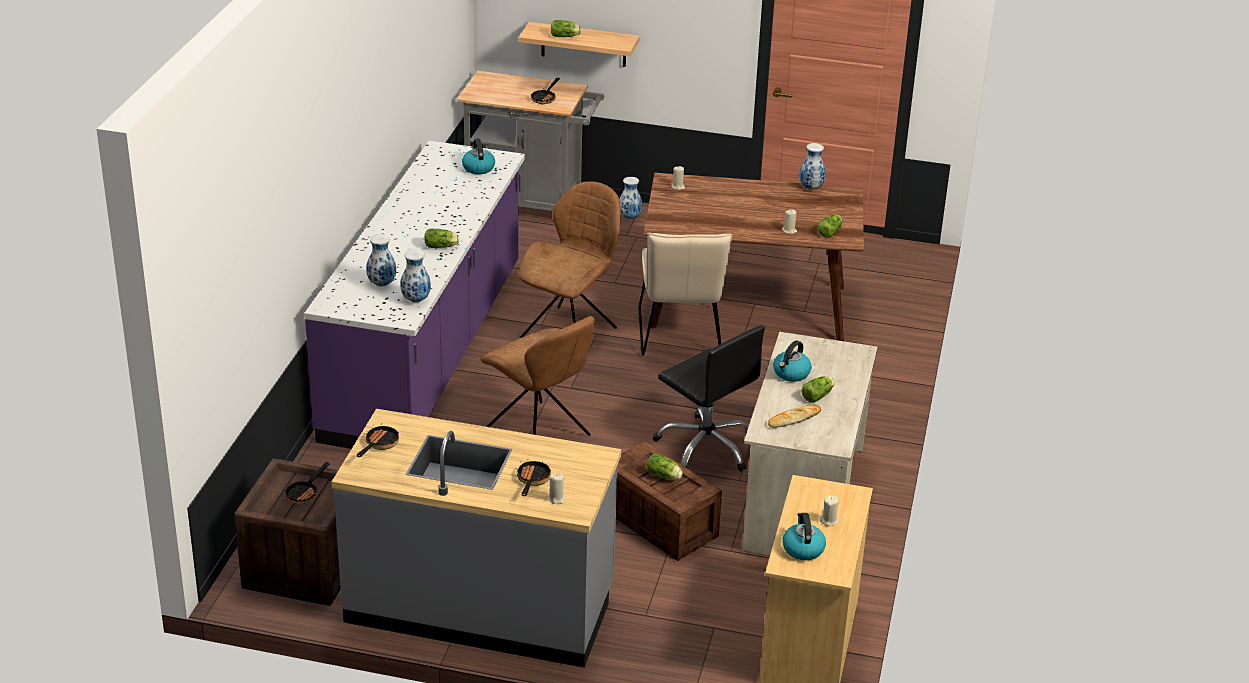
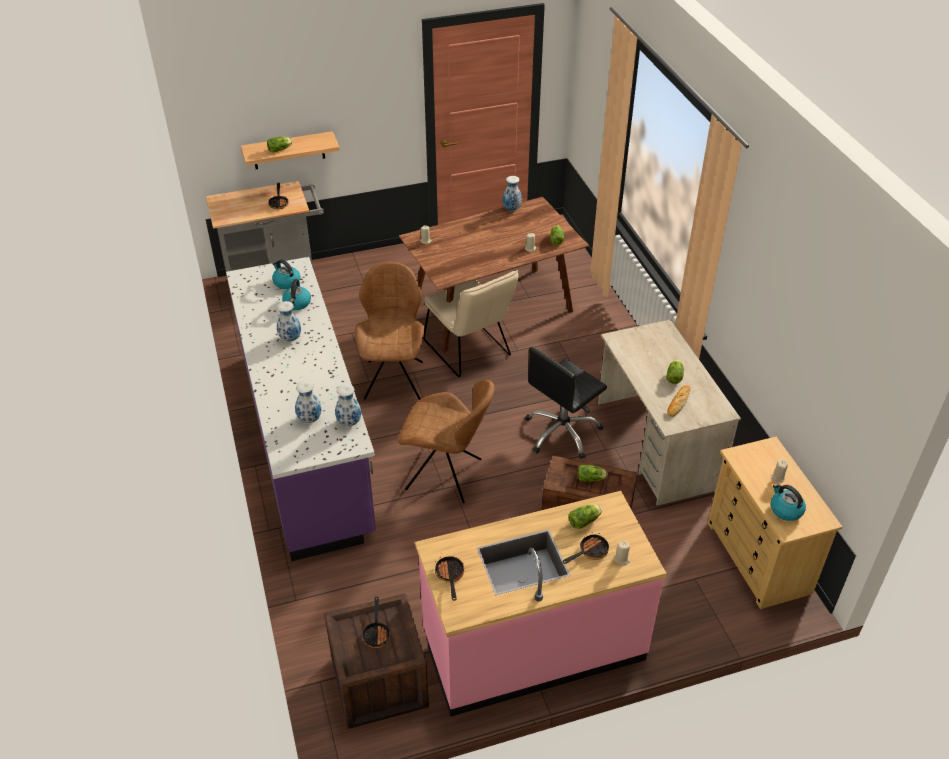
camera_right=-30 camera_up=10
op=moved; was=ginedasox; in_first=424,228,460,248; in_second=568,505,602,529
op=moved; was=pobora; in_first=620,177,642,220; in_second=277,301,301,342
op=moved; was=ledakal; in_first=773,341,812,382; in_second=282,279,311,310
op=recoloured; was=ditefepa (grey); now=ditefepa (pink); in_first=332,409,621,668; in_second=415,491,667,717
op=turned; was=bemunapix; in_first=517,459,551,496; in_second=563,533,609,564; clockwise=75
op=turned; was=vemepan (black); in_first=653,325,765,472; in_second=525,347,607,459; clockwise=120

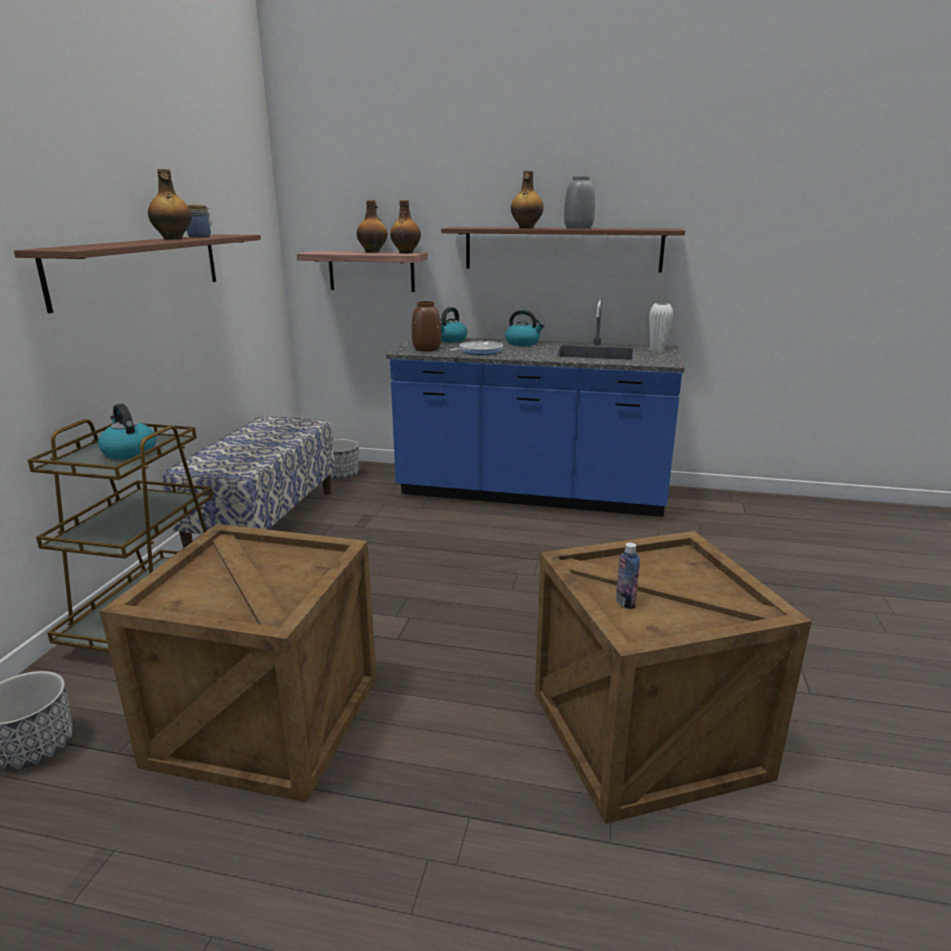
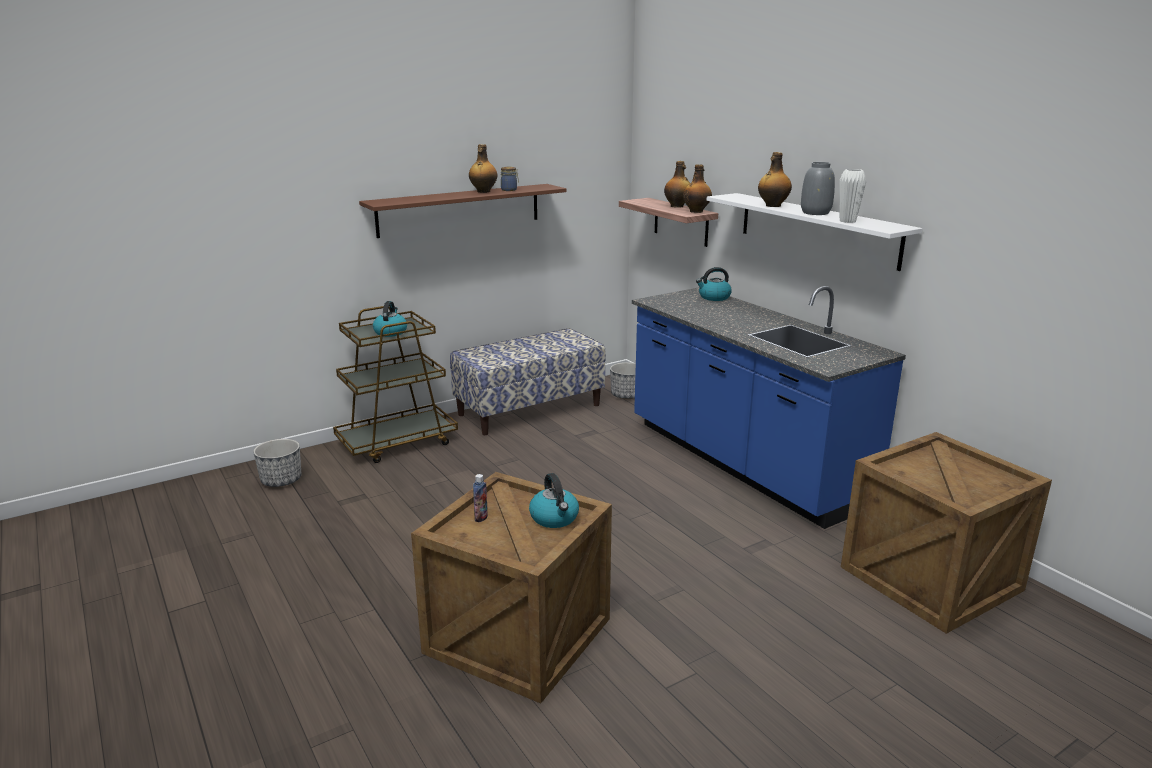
camera_right=45 camera_up=0
op=removed; was=pobora (brown); in_first=412,301,441,352
op=removed; was=bemunapix; in_first=450,341,503,355
op=moved; was=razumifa; in_first=100,524,377,802; in_second=841,432,1052,634
op=moved; was=ledakal; in_first=505,310,545,346; in_second=529,473,579,528
op=moved; was=pobora (white); in_first=649,303,673,352; in_second=839,169,866,223
op=recoloured; was=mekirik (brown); now=mekirik (white); in_first=441,227,685,272; in_second=707,193,923,271

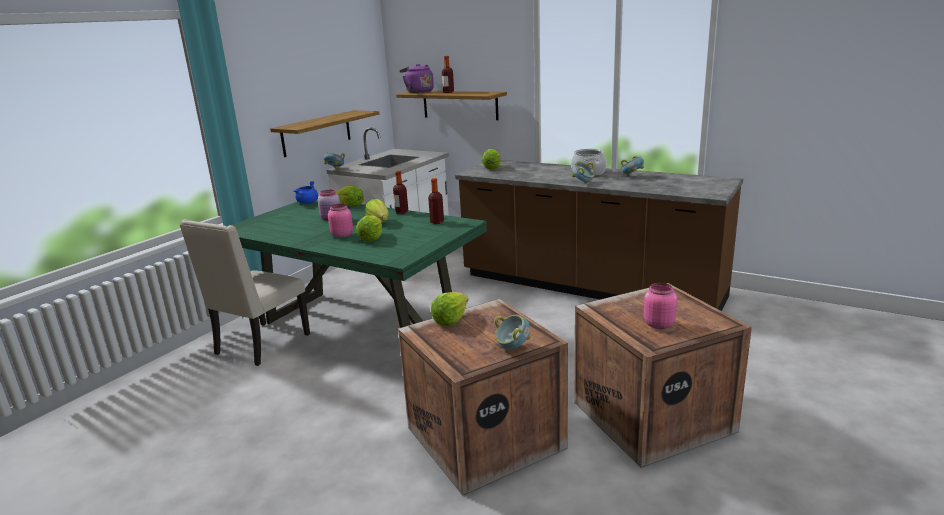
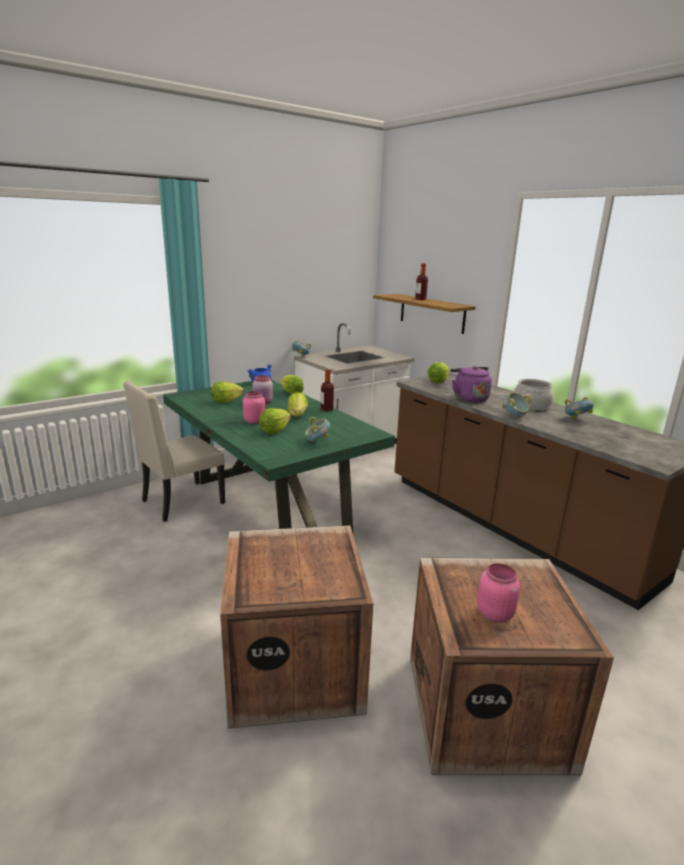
camera_right=20 camera_up=0
op=removed; was=mekirik; in_first=270,110,379,157
op=removed; was=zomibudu; in_first=428,178,444,224
op=moved; was=ledakal (purple); in_first=399,64,434,93; in_second=450,366,492,403
op=moved; was=ginedasox; in_first=431,292,468,326; in_second=211,381,243,403
op=moved; was=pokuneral; in_first=494,315,531,350; in_second=305,417,330,442

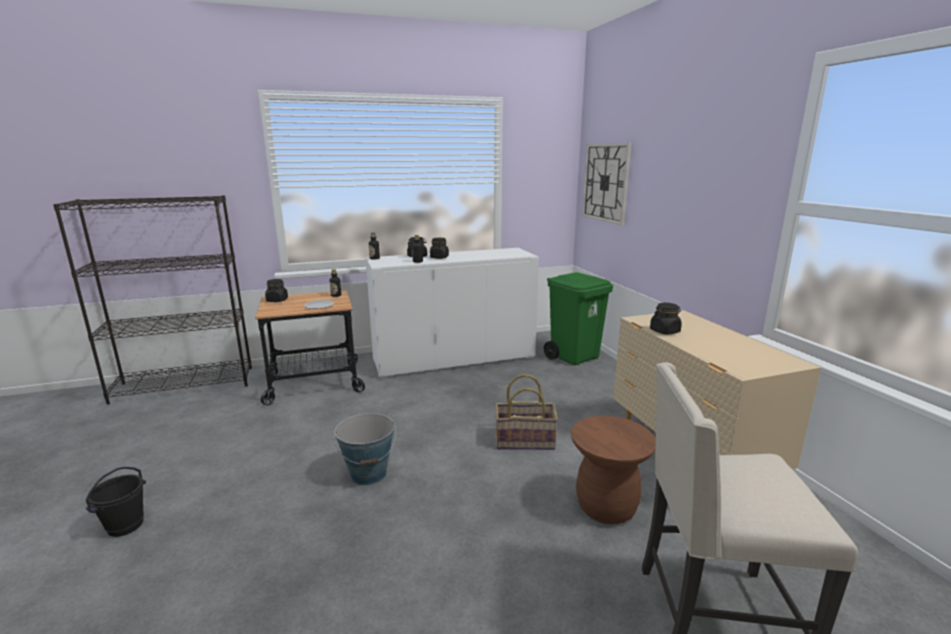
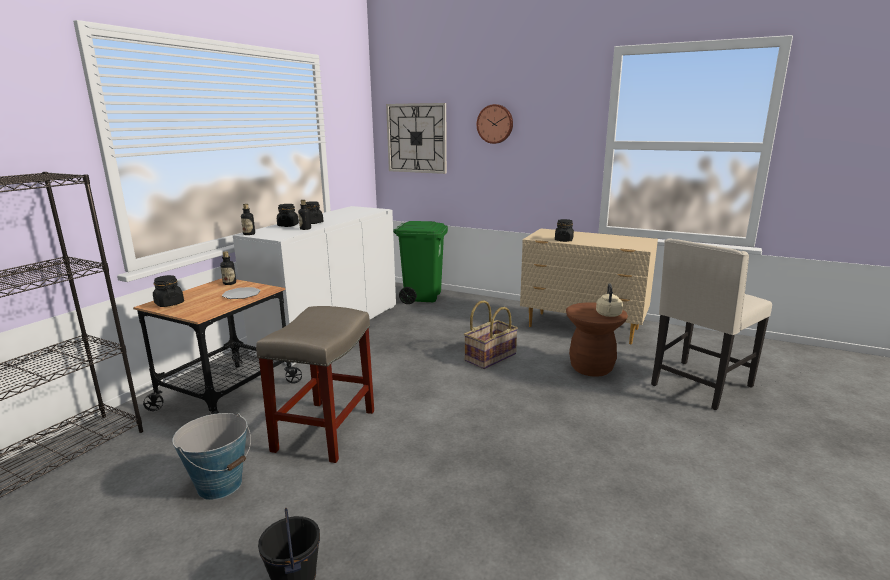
camera_right=-45 camera_up=0
op=added; now=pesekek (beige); in_second=256,306,374,463
op=added; now=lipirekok; in_second=477,104,513,144
op=added; now=ledakal (beige); in_second=596,283,623,317
op=moved; was=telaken; in_first=334,413,396,486; in_second=172,412,251,500

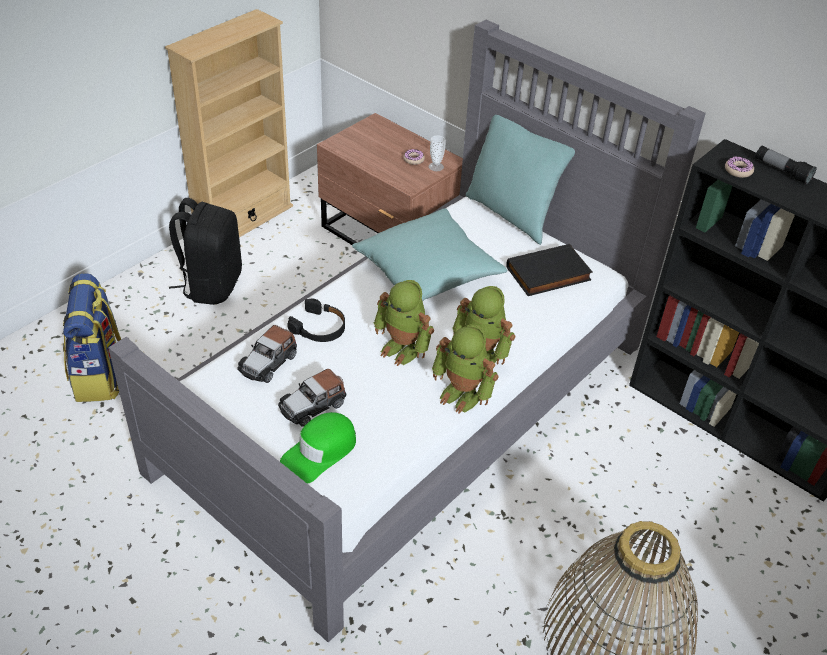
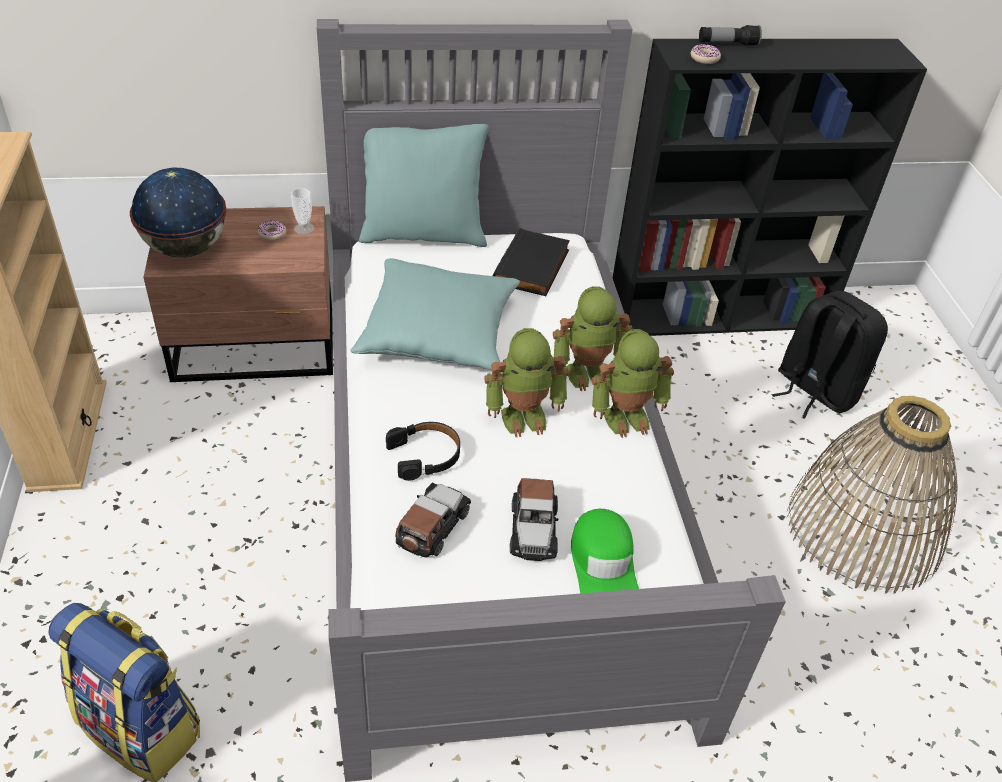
camera_right=-50 camera_up=0
op=added; now=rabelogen; in_second=130,168,227,258
op=moved; was=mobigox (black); in_first=169,198,242,305; in_second=772,291,888,419
op=turned; was=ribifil; in_first=237,325,297,383; in_second=396,483,471,558; clockwise=-135

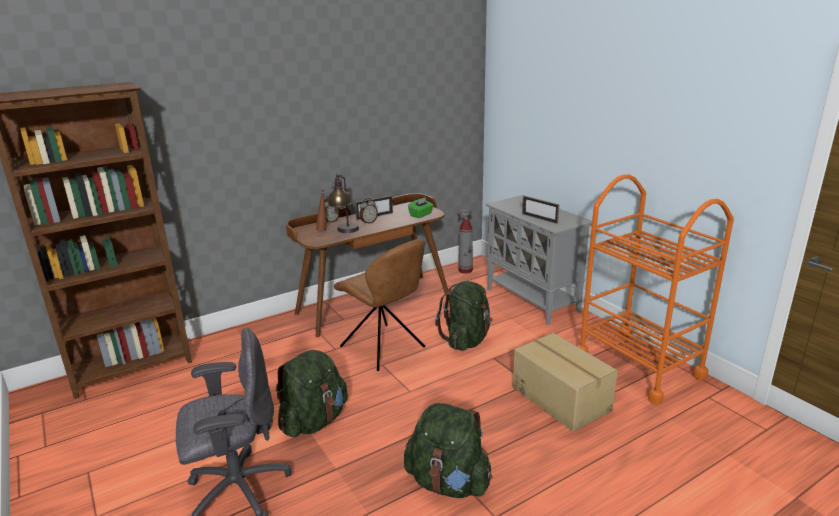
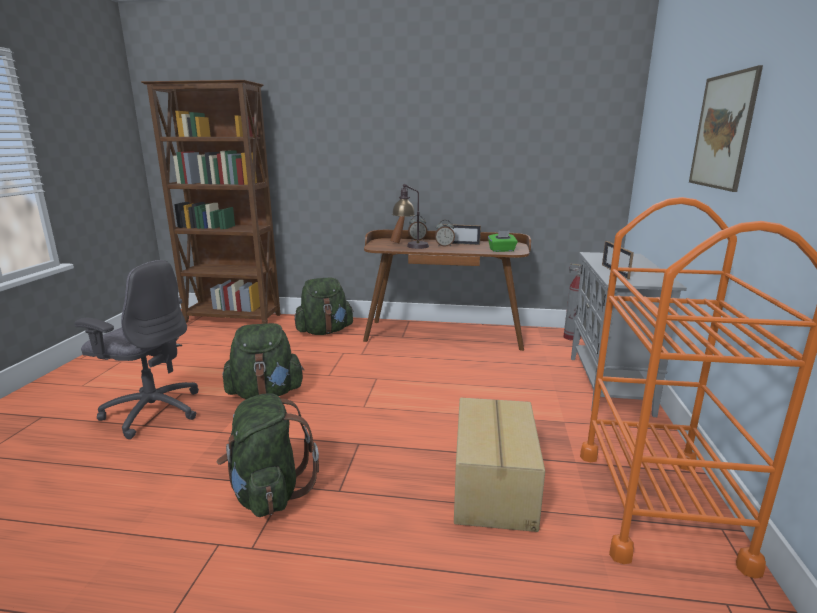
camera_right=40 camera_up=-5
op=removed; was=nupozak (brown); in_first=334,239,425,371
op=added; now=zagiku; in_second=689,65,763,192
op=moved; was=mobigox (green); in_first=435,281,493,351; in_second=295,278,354,335

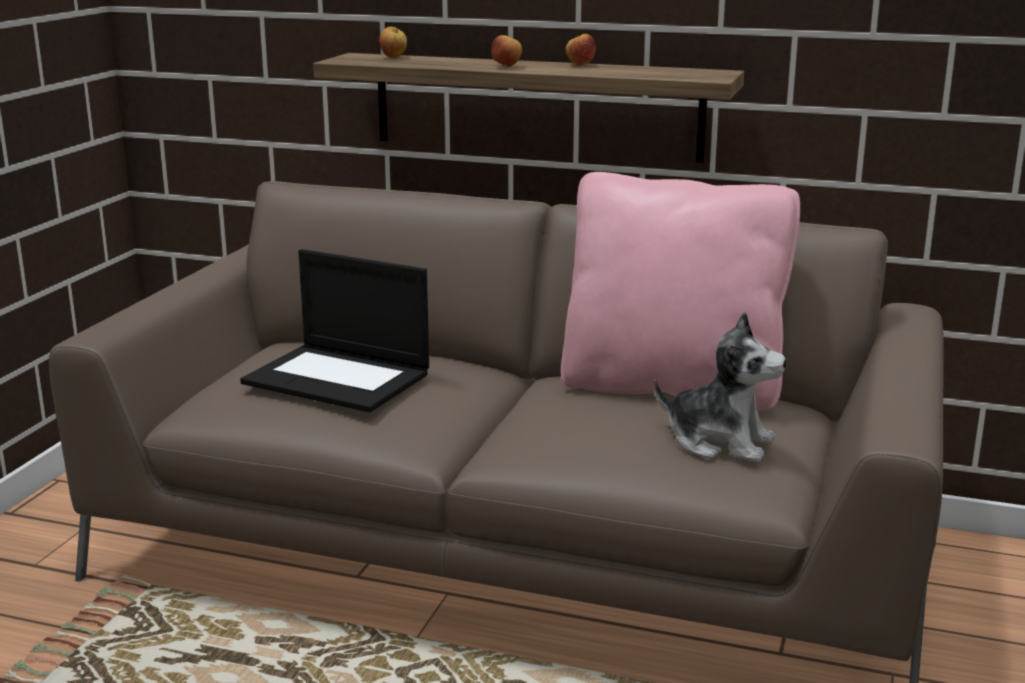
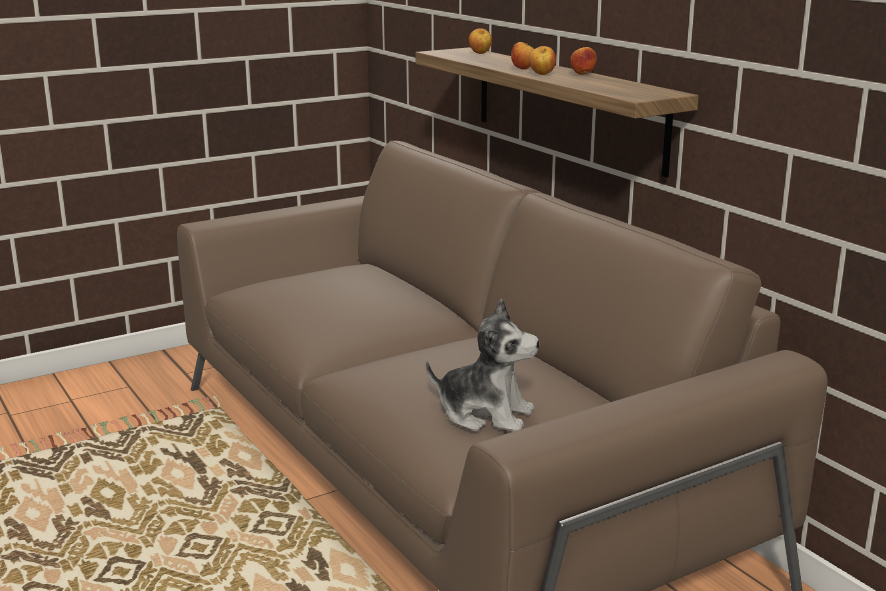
camera_right=40 camera_up=0
op=removed; was=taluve; in_first=240,249,429,412
op=removed; was=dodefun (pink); in_first=561,172,800,411
op=added; now=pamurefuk; in_second=529,46,556,75
op=turned; was=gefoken; in_first=654,312,786,462; in_second=426,299,540,432; clockwise=-45

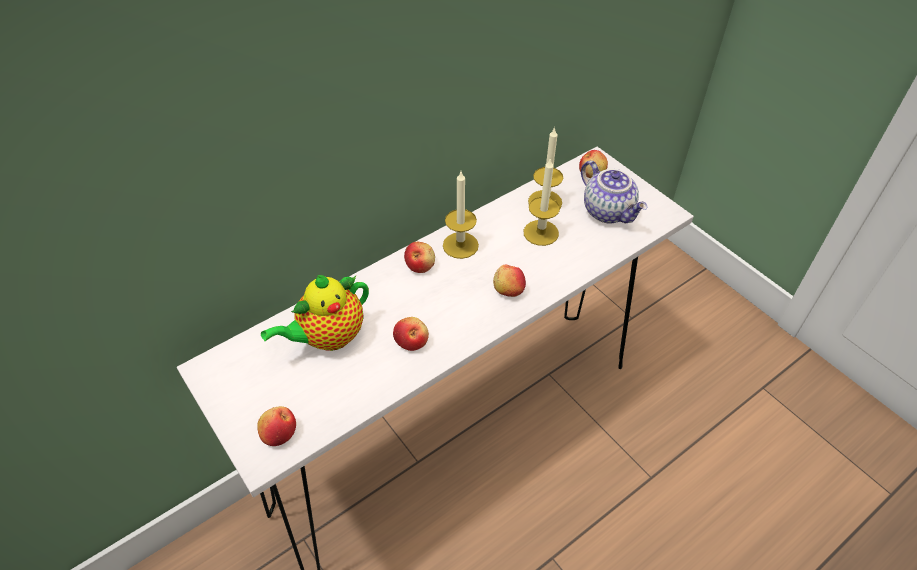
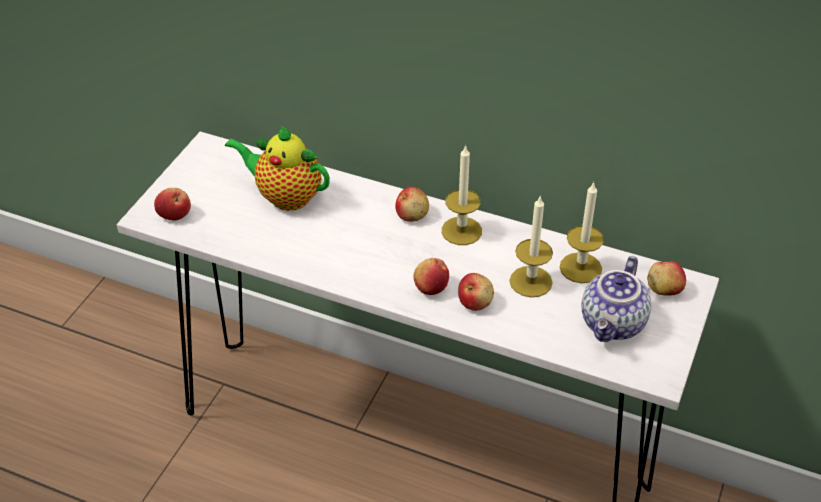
camera_right=60 camera_up=-5
op=moved; was=pamurefuk; in_first=393,317,429,351; in_second=458,273,494,311

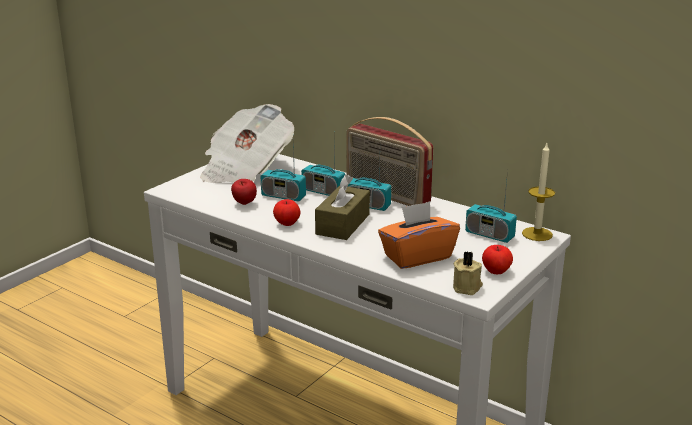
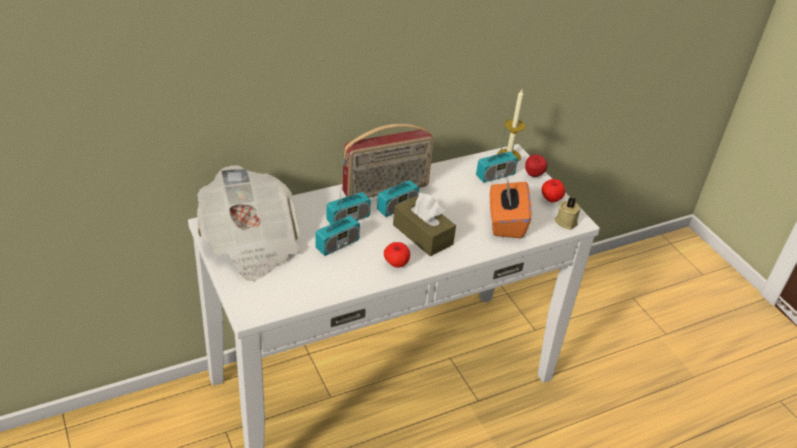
camera_right=-65 camera_up=15
op=moved; was=pamurefuk; in_first=231,179,257,205; in_second=525,154,548,177

